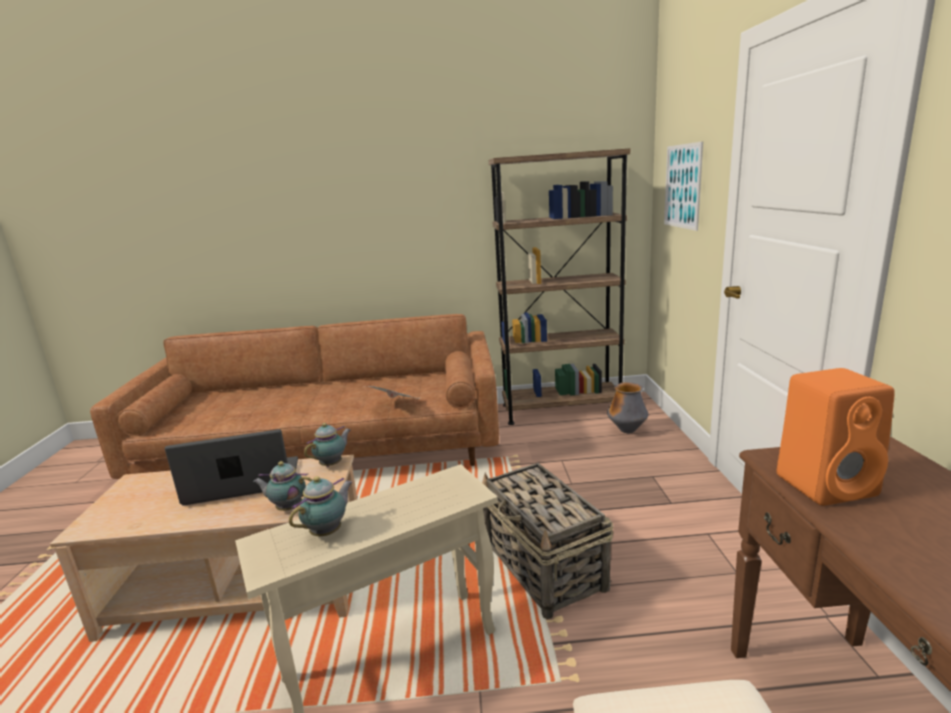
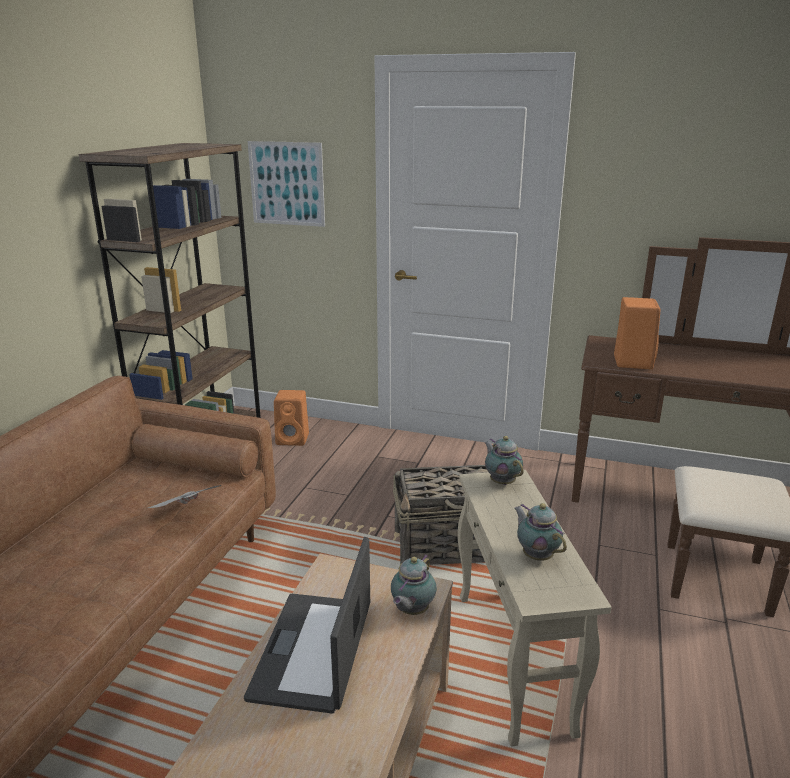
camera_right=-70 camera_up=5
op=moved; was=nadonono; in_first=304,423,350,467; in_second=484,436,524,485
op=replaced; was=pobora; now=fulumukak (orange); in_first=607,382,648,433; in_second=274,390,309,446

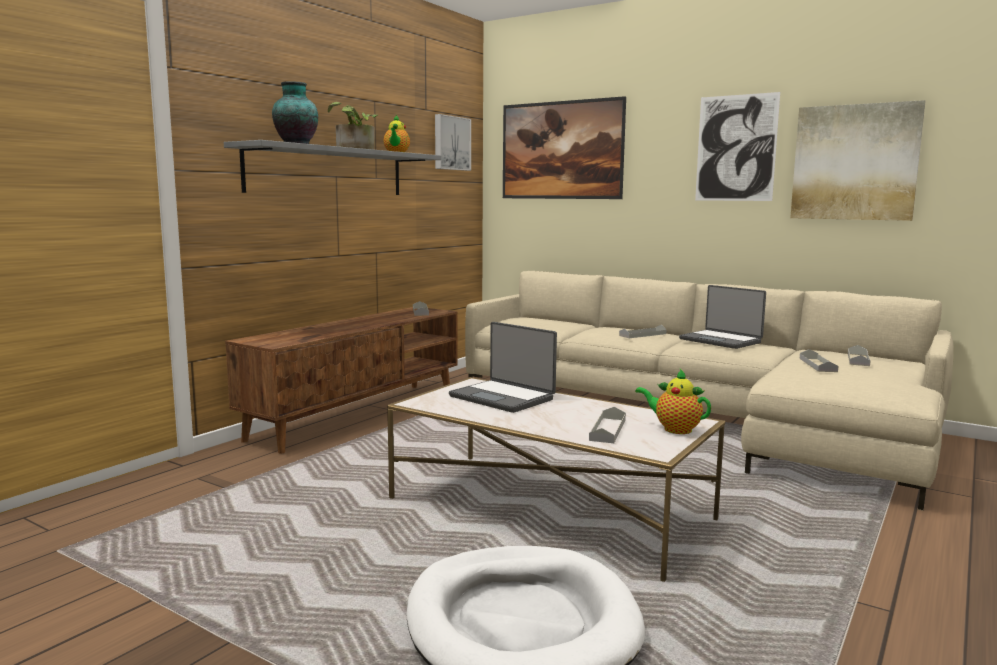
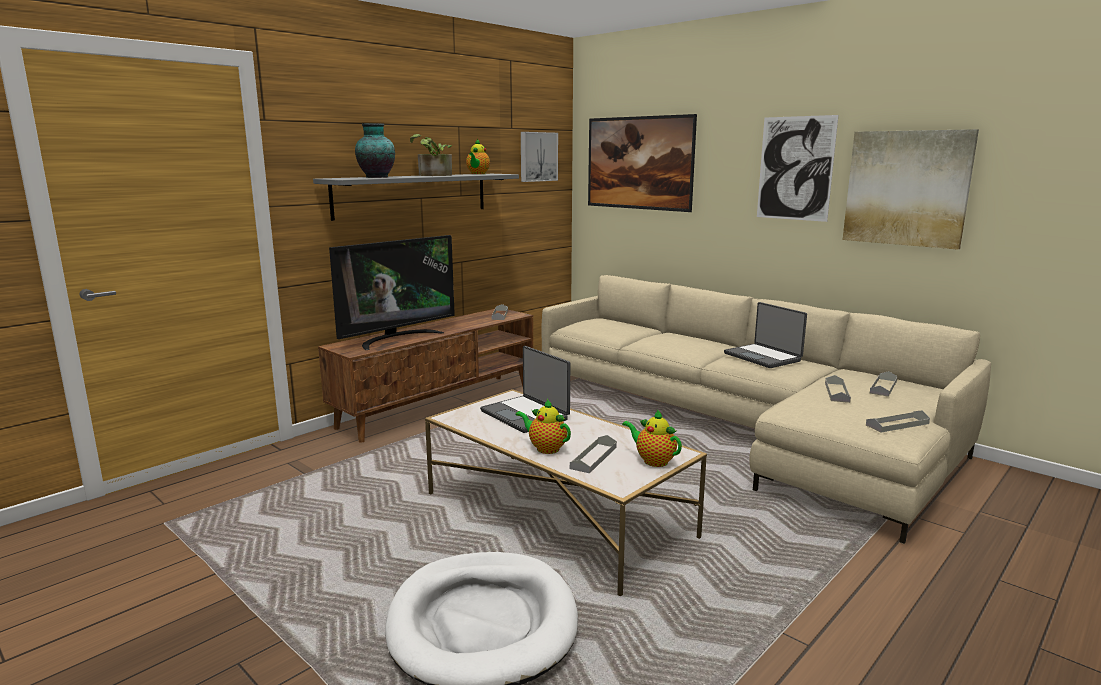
camera_right=10 camera_up=5
op=added; now=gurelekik; in_second=329,235,455,350
op=added; now=nadonono; in_second=515,399,571,454
op=moved; was=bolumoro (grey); in_first=619,325,666,338; in_second=866,410,930,432

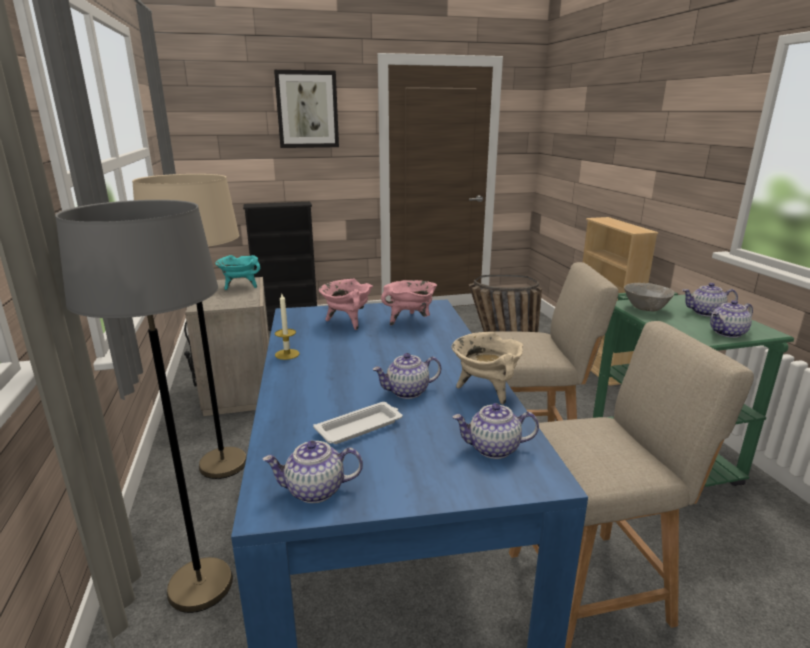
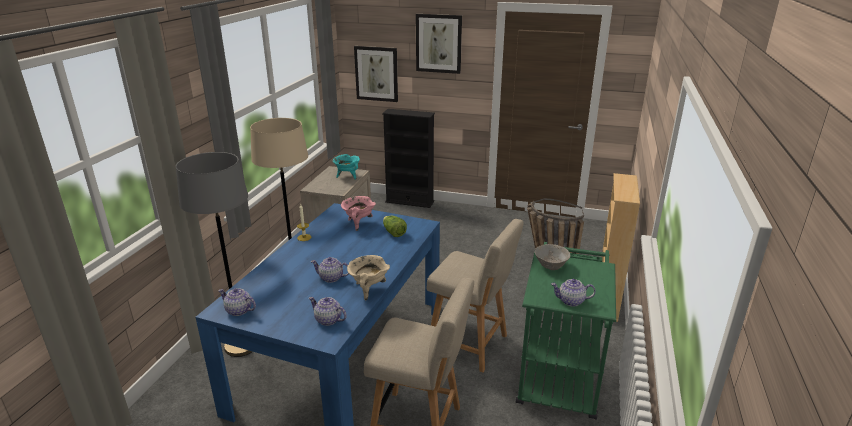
camera_right=30 camera_up=5
op=removed; was=bolumoro (white); in_first=313,402,403,444
op=removed; was=nadonono; in_first=683,283,738,317
op=added; now=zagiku; in_second=354,46,398,102
op=replaced; was=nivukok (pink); now=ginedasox; in_first=381,280,437,326; in_second=383,216,407,237

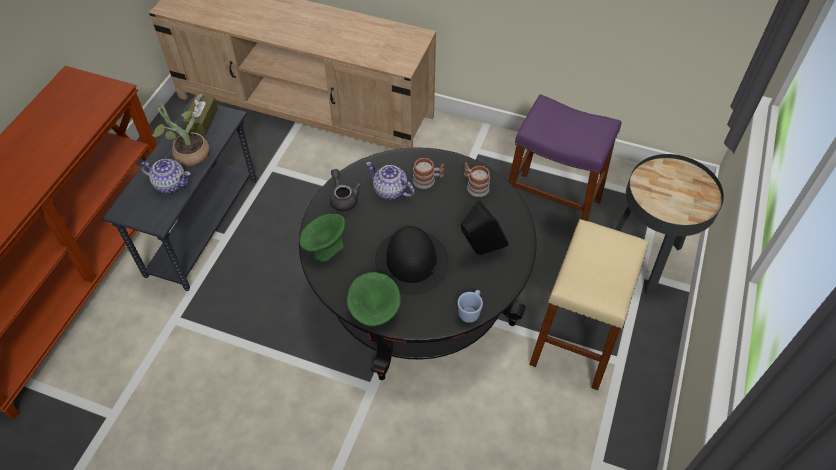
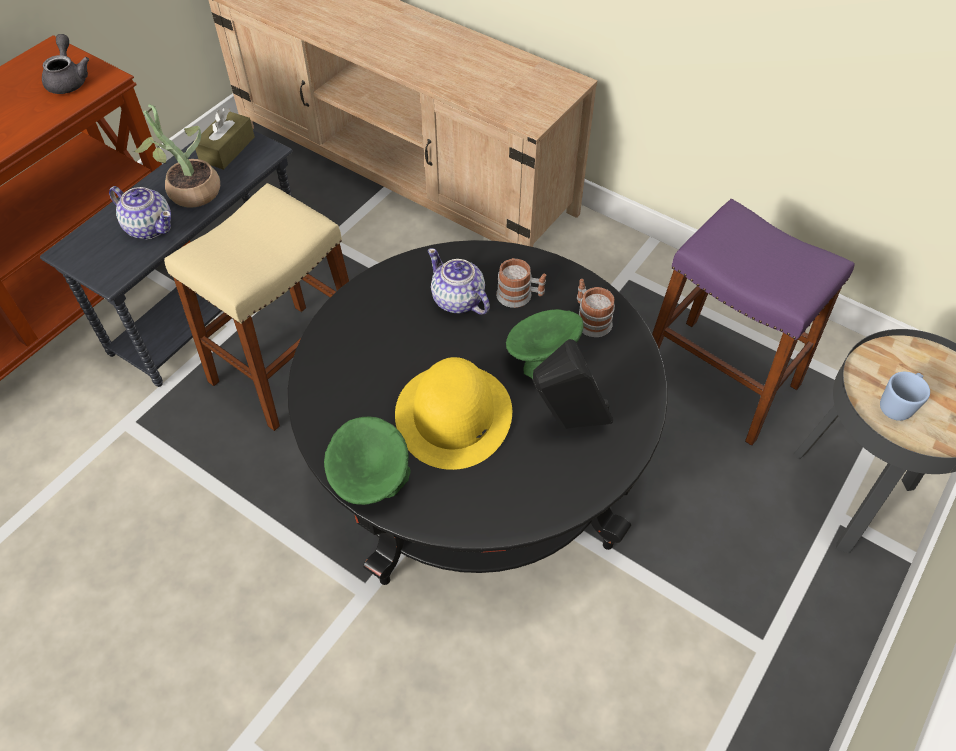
camera_right=15 camera_up=0
op=moved; was=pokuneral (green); in_first=299,214,346,262; in_second=506,309,584,379
op=moved; was=nadonono (grey); in_first=330,169,361,211; in_second=42,34,89,94
op=moved; was=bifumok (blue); in_first=457,290,483,323; in_second=880,372,930,421
op=moved; was=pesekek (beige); in_first=529,219,649,390; in_second=164,183,349,431
op=recoloured; was=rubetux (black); now=rubetux (yellow); in_first=375,226,448,295; in_second=395,357,512,470

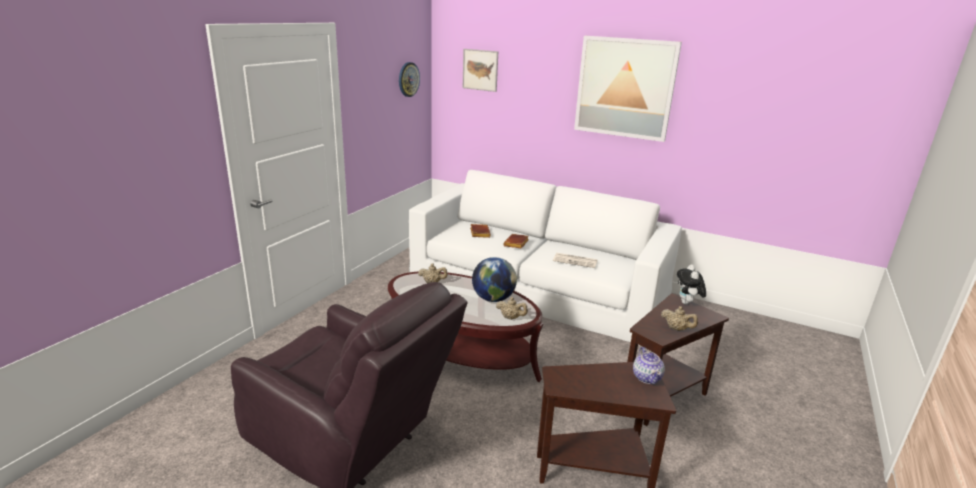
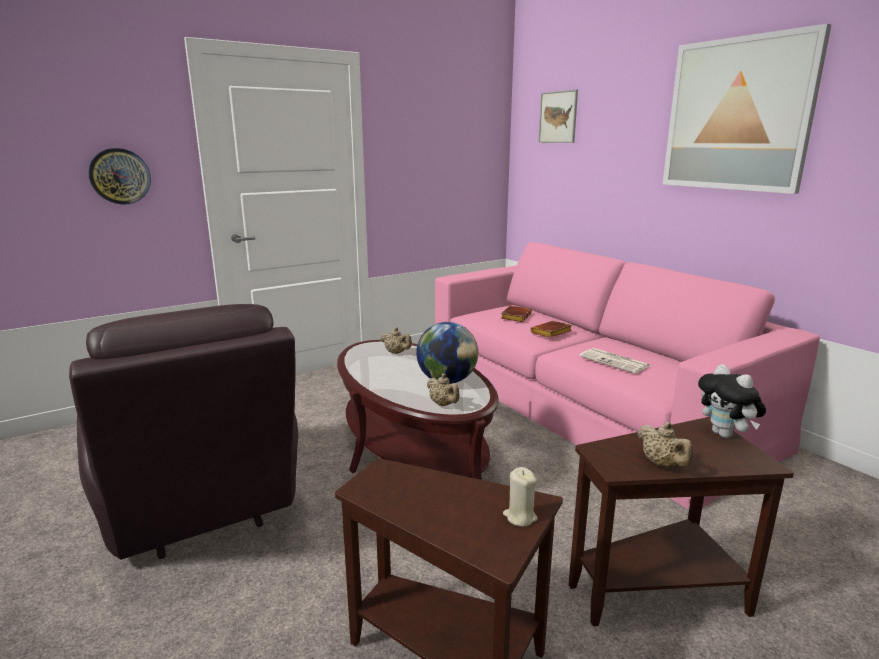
camera_right=30 camera_up=-5
op=moved; was=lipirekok; in_first=399,62,420,97; in_second=88,148,151,205
op=replaced; was=nadonono; now=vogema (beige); in_first=633,347,665,385; in_second=503,467,538,527
op=recoloured; was=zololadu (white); now=zololadu (pink); in_first=409,170,682,345; in_second=435,242,820,509
op=turned; was=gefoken; in_first=677,264,706,305; in_second=698,364,766,438; clockwise=-60

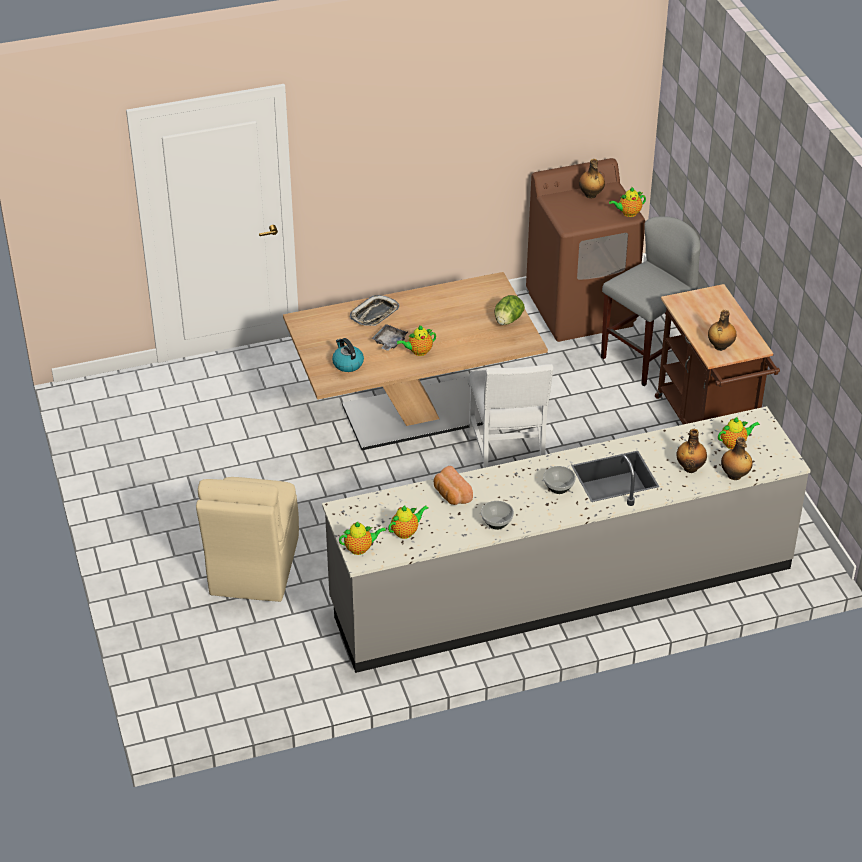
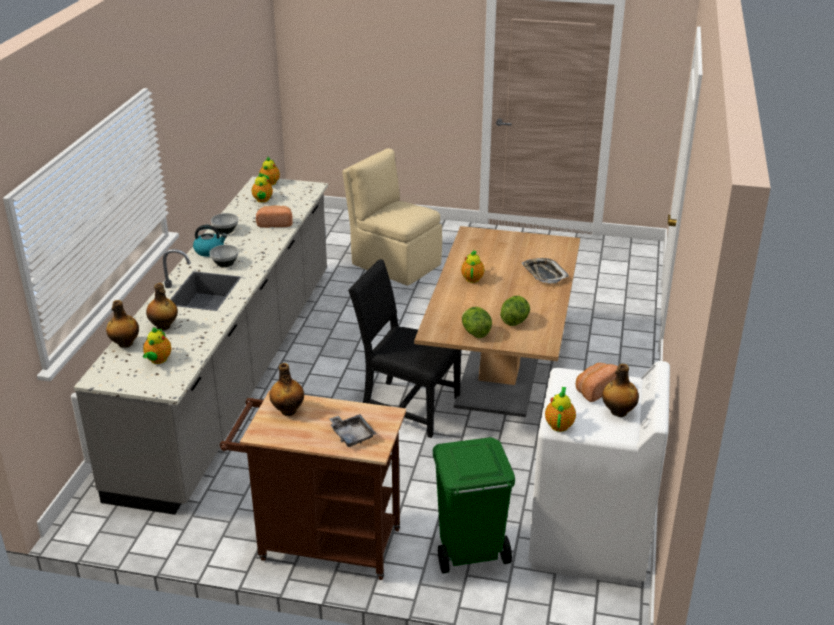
camera_right=120 camera_up=-10
op=added; now=ginedasox; in_second=500,296,530,326
op=added; now=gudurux; in_second=576,363,618,402
op=moved; was=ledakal; in_first=332,338,364,372; in_second=193,225,227,257
op=moved; was=bolumoro (grey); in_first=371,324,408,351; in_second=329,414,376,447
op=replaced; was=pesekek (grey); now=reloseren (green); in_first=601,216,701,386; in_second=433,437,515,573
op=recoloured; was=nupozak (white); now=nupozak (black); in_first=469,364,553,468; in_second=348,259,462,438
op=recoloured; was=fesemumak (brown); now=fesemumak (white); in_first=526,158,645,342; in_second=528,361,670,587

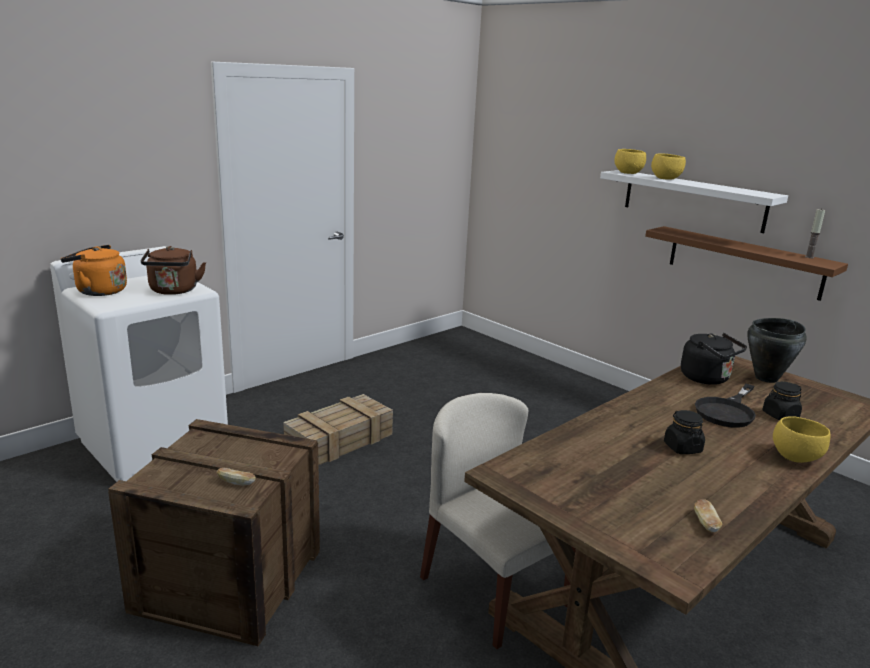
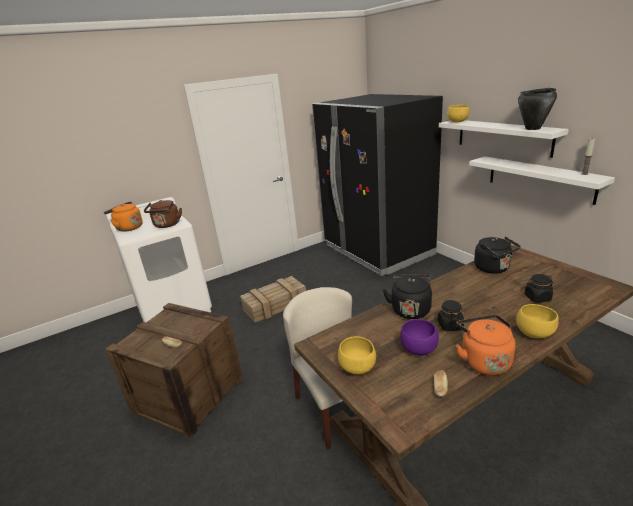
camera_right=15 camera_up=5
op=removed; was=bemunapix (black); in_first=695,384,756,427
op=added; now=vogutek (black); in_second=312,94,443,276
op=added; now=ledakal (black); in_second=383,274,432,319
op=added; now=pokuneral (purple); in_second=400,319,439,356
op=added; now=ledakal (orange); in_second=456,315,516,375
op=moved; was=pokuneral (yellow); in_first=651,153,686,180; in_second=338,336,376,375
op=moved; was=nivukok (black); in_first=747,318,807,383; in_second=518,88,557,130
op=recoloured; was=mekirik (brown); now=mekirik (white); in_first=645,226,848,301; in_second=469,156,615,205

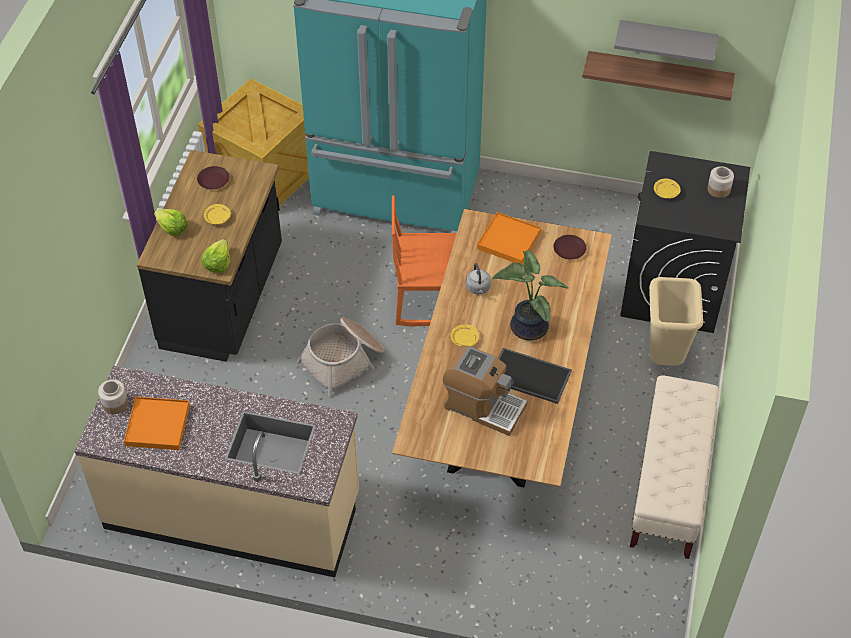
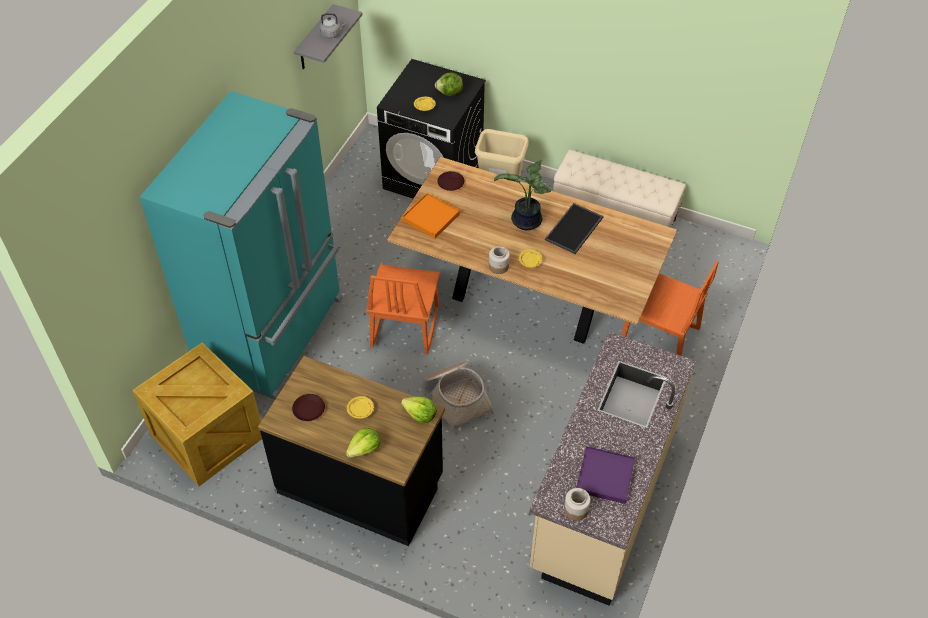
camera_right=-80 camera_up=0
op=removed; was=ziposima; in_first=443,345,528,436
op=removed; was=mekirik; in_first=582,51,735,101
op=added; now=ginedasox; in_second=435,73,463,96
op=added; now=nupozak (orange); in_second=621,261,719,356
op=moved; was=ledakal (grey); in_first=466,263,491,294; in_second=320,13,346,38
op=moved; was=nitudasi; in_first=707,166,734,198; in_second=489,246,510,274
op=recoloured; was=bolumoro (orange); now=bolumoro (purple); in_first=124,397,190,450; in_second=576,446,635,504

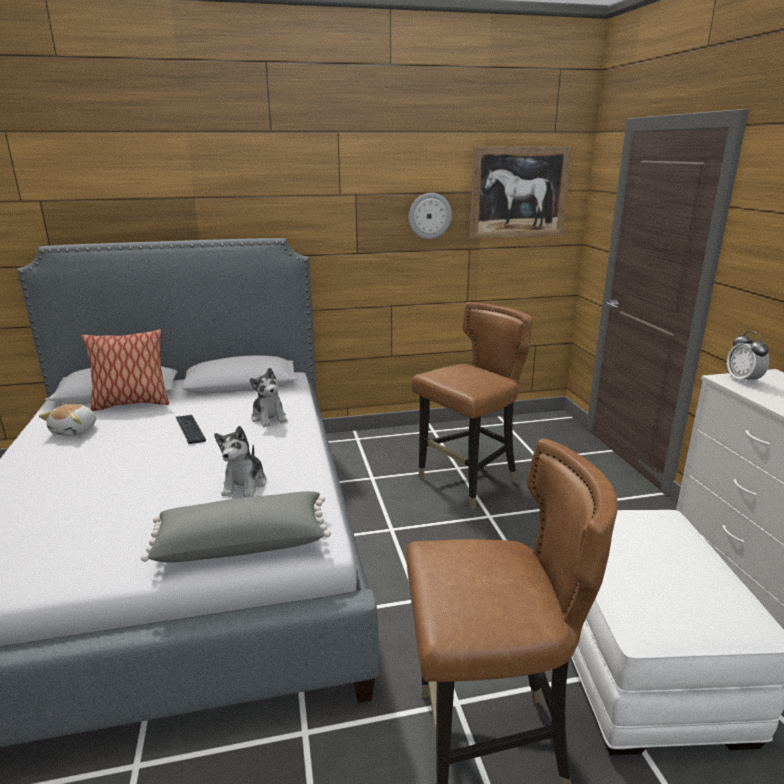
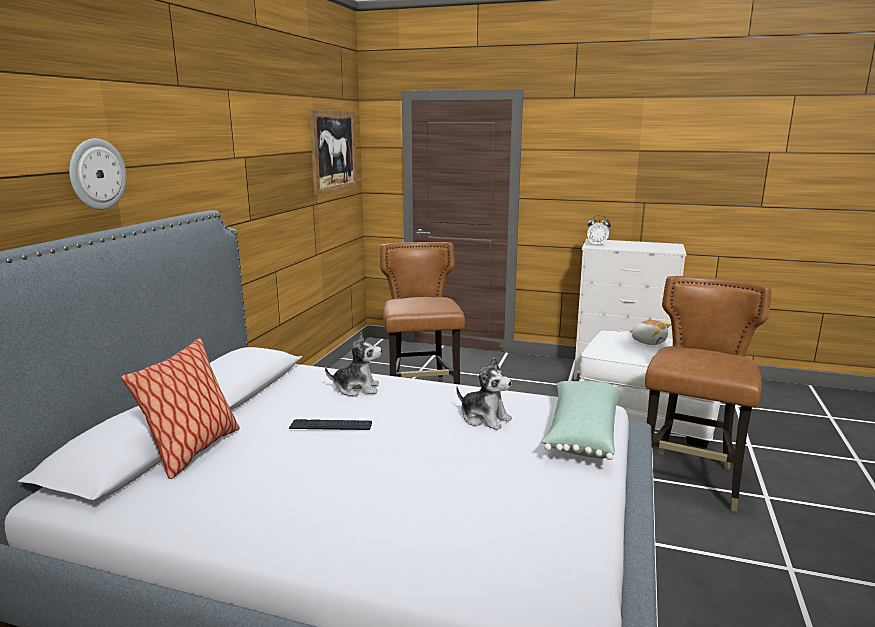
camera_right=-60 camera_up=-5
op=moved; was=gefoken; in_first=39,404,96,436; in_second=629,320,671,345
op=moved; was=lipirekok; in_first=409,193,452,239; in_second=69,138,127,210
op=recoloured; was=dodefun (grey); now=dodefun (green); in_first=141,491,331,563; in_second=541,381,621,460

